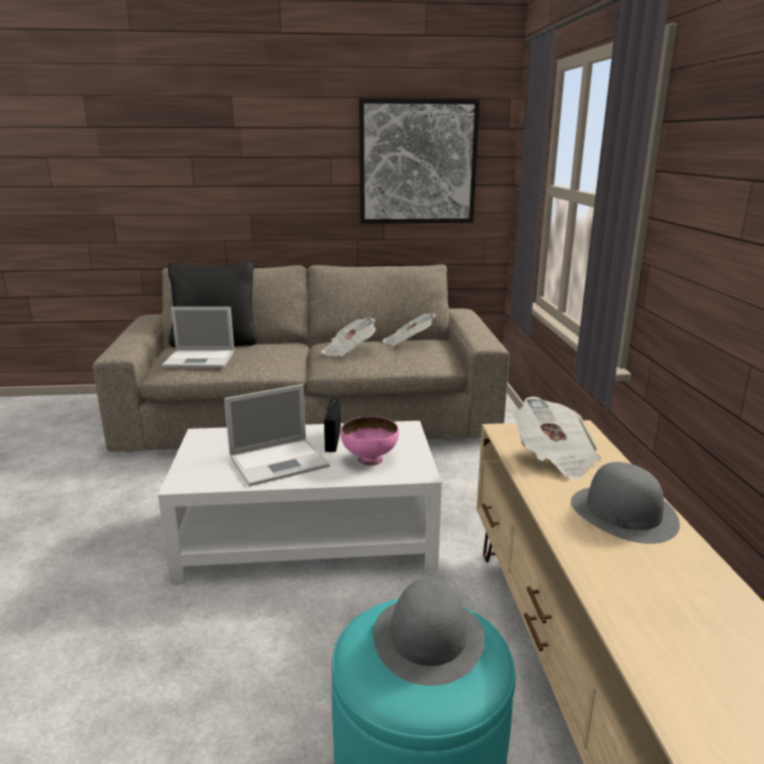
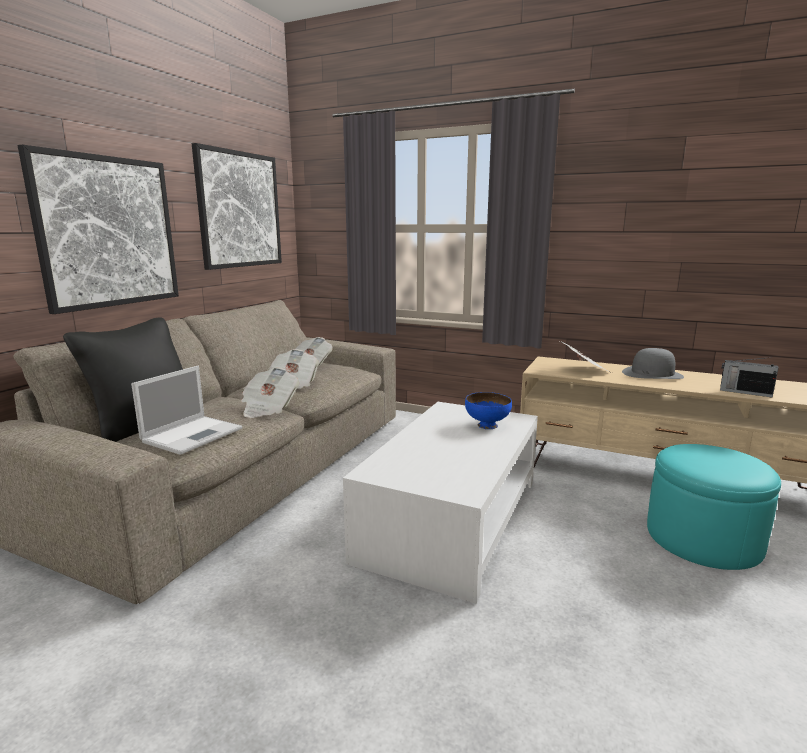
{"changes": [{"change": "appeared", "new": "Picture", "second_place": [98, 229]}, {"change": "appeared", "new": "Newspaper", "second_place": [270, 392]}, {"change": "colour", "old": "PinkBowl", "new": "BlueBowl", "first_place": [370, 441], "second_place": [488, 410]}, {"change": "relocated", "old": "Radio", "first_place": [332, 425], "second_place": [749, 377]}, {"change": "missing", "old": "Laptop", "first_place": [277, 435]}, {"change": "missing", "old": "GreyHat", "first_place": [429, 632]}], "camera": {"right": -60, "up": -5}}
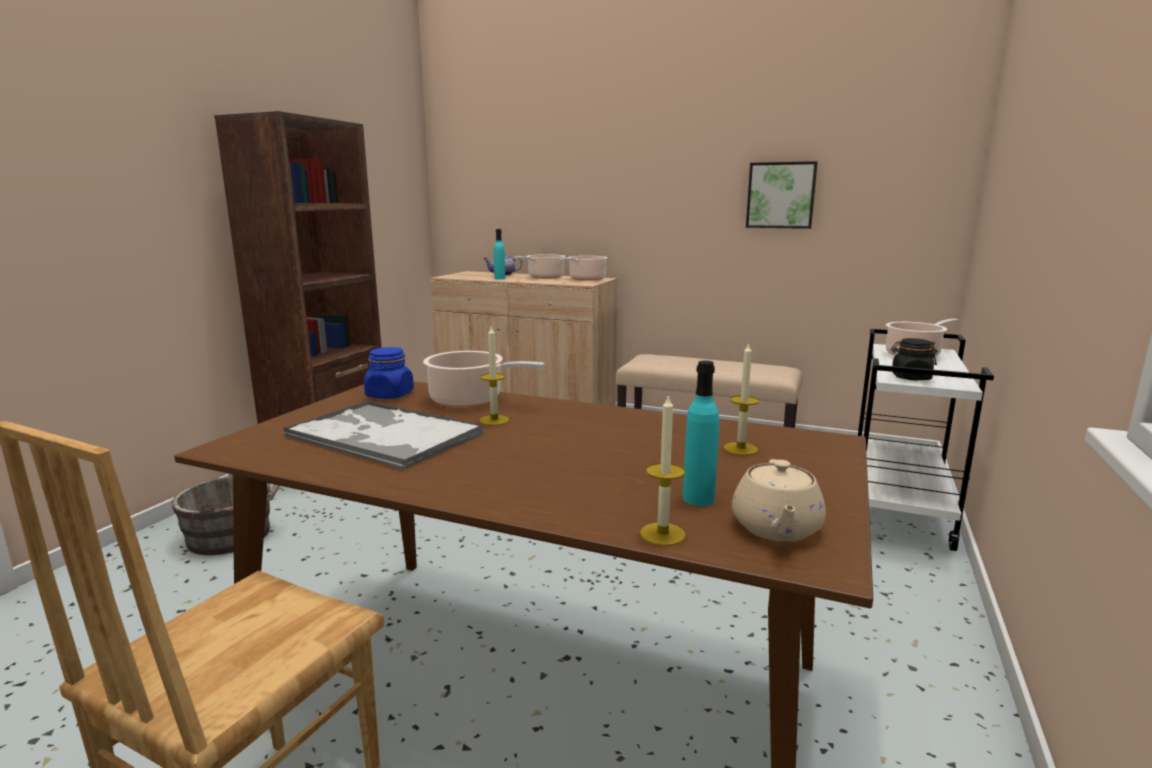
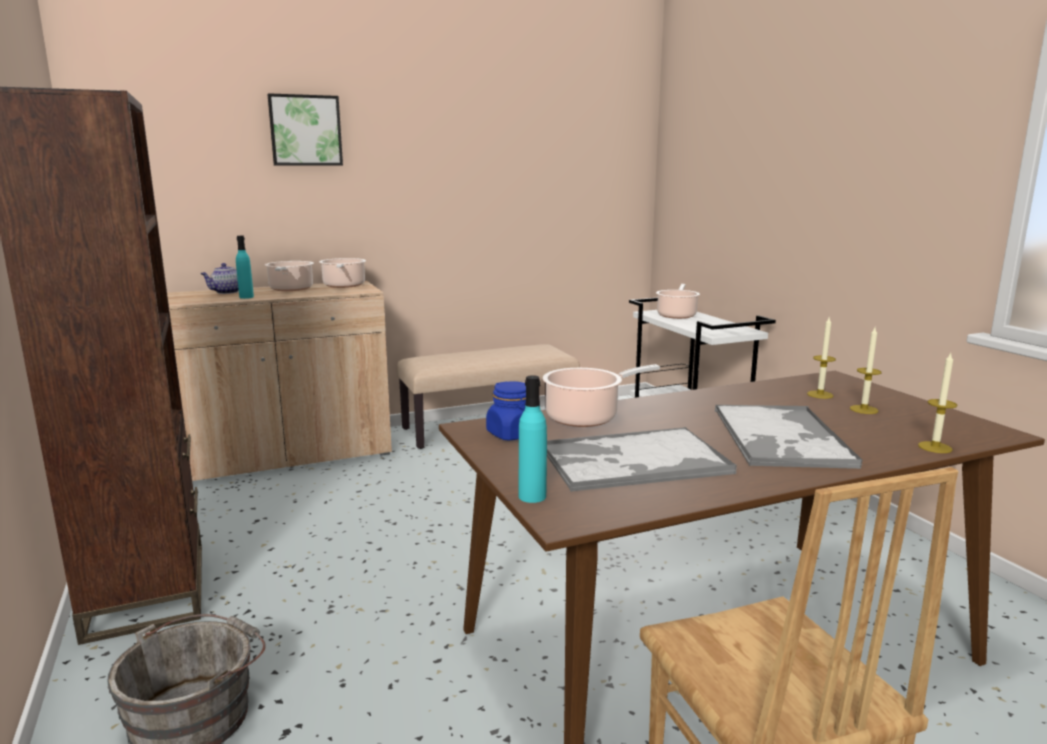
{"changes": [{"change": "relocated", "old": "Picture", "first_place": [782, 195], "second_place": [305, 129]}, {"change": "relocated", "old": "TurquoiseBottle", "first_place": [701, 433], "second_place": [533, 439]}, {"change": "appeared", "new": "Tray", "second_place": [789, 437]}, {"change": "relocated", "old": "Candle", "first_place": [494, 376], "second_place": [866, 371]}, {"change": "missing", "old": "BeigeTeapot", "first_place": [779, 500]}, {"change": "missing", "old": "BlackJar", "first_place": [914, 359]}], "camera": {"right": -45, "up": 0}}
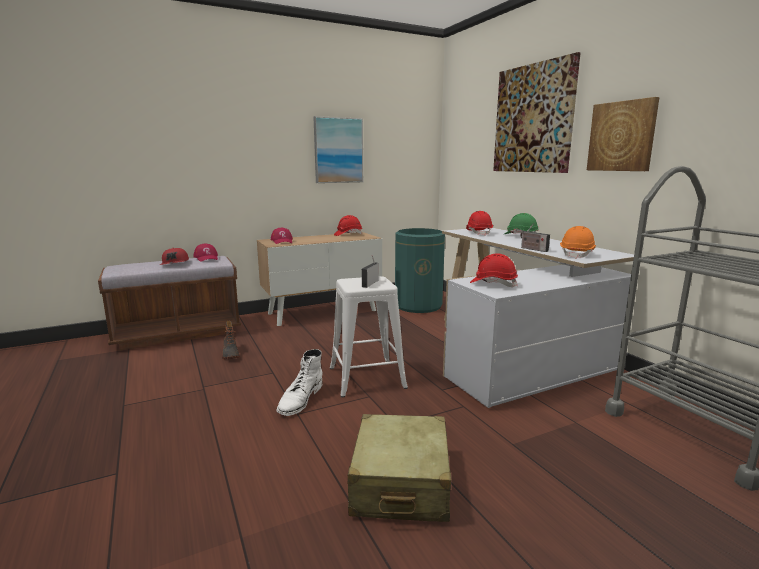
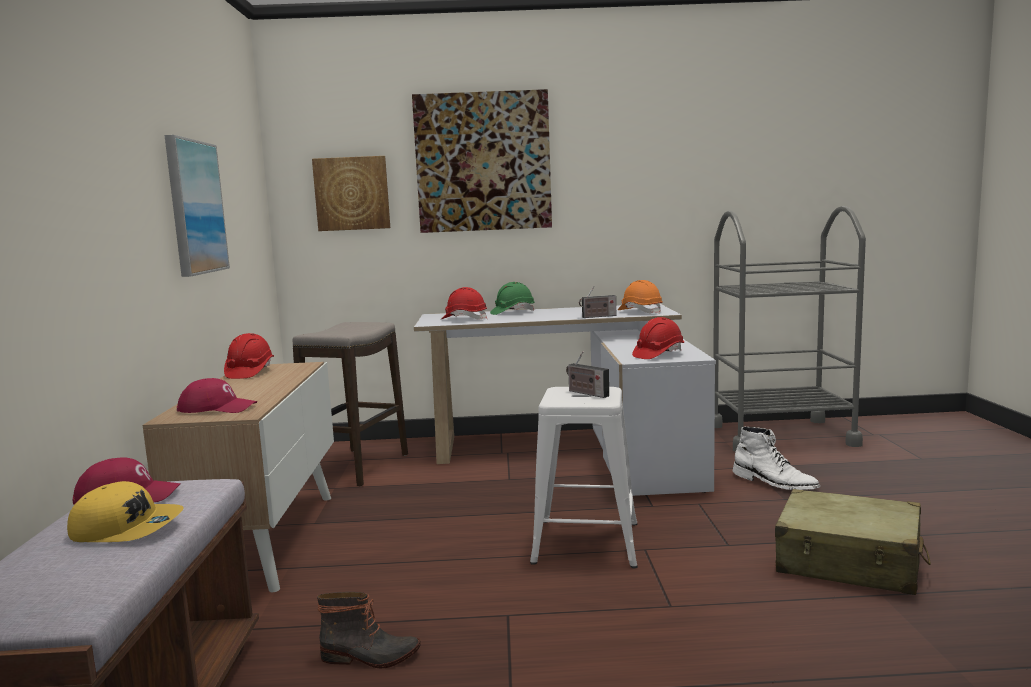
{"changes": [{"change": "colour", "old": "RedCap", "new": "YellowCap", "first_place": [174, 256], "second_place": [125, 511]}, {"change": "exchanged", "old": "GreenTrashCan", "new": "Stool", "first_place": [420, 270], "second_place": [350, 404]}, {"change": "relocated", "old": "Picture", "first_place": [623, 134], "second_place": [351, 193]}, {"change": "relocated", "old": "WhiteBoot", "first_place": [299, 382], "second_place": [776, 458]}], "camera": {"right": -65, "up": -5}}
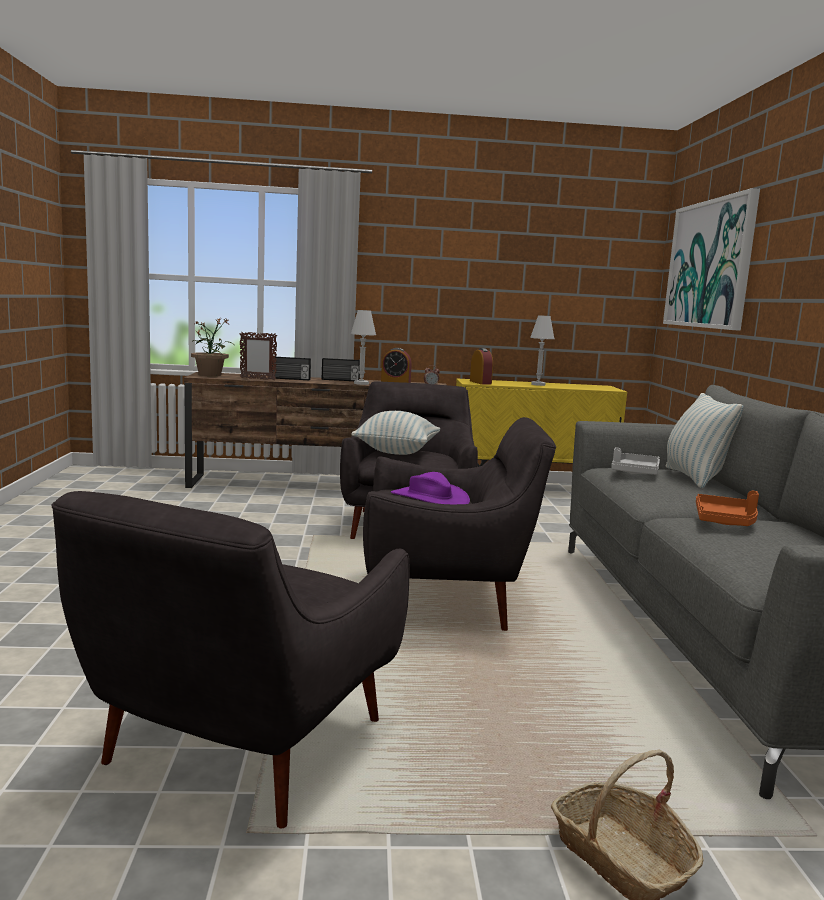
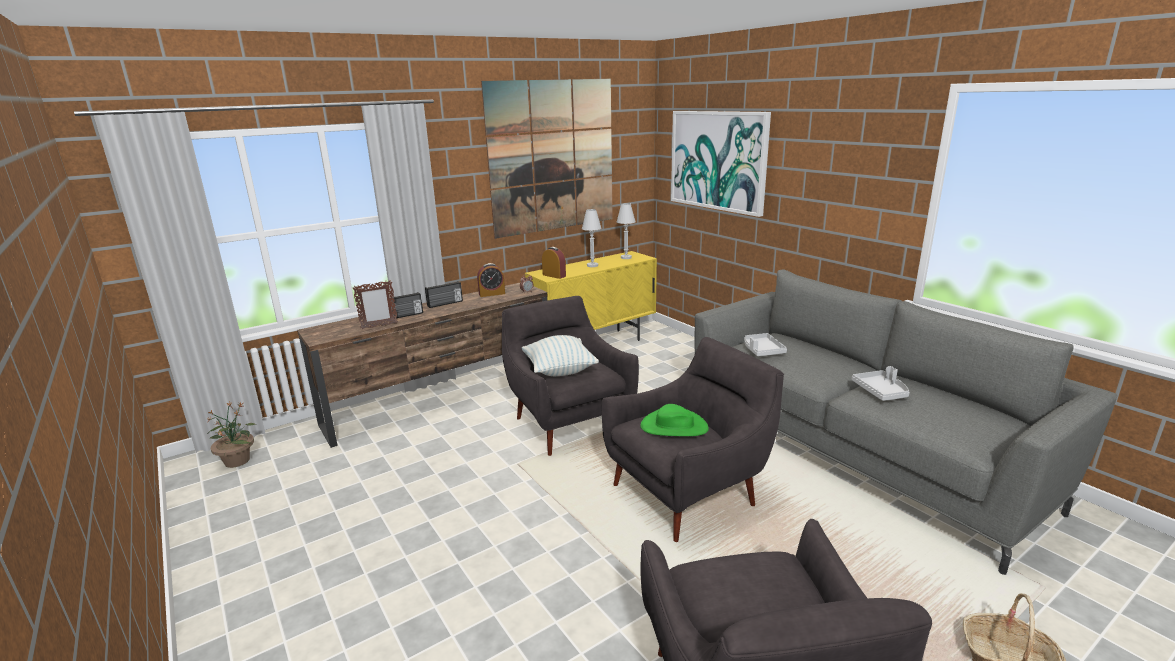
{"changes": [{"change": "relocated", "old": "PottedPlant", "first_place": [213, 347], "second_place": [232, 435]}, {"change": "appeared", "new": "Picture", "second_place": [547, 159]}, {"change": "relocated", "old": "WhiteTableLamp", "first_place": [363, 347], "second_place": [626, 231]}, {"change": "colour", "old": "PurpleHat", "new": "GreenHat", "first_place": [430, 488], "second_place": [674, 420]}, {"change": "colour", "old": "OrangeTray", "new": "GreyTray", "first_place": [727, 508], "second_place": [881, 383]}, {"change": "missing", "old": "Pillow", "first_place": [704, 441]}], "camera": {"right": -30, "up": 10}}
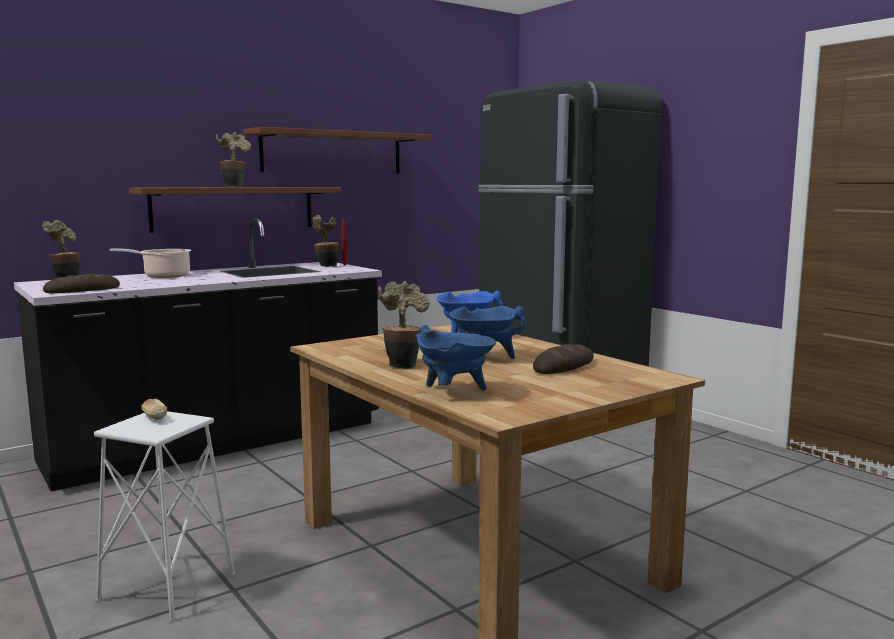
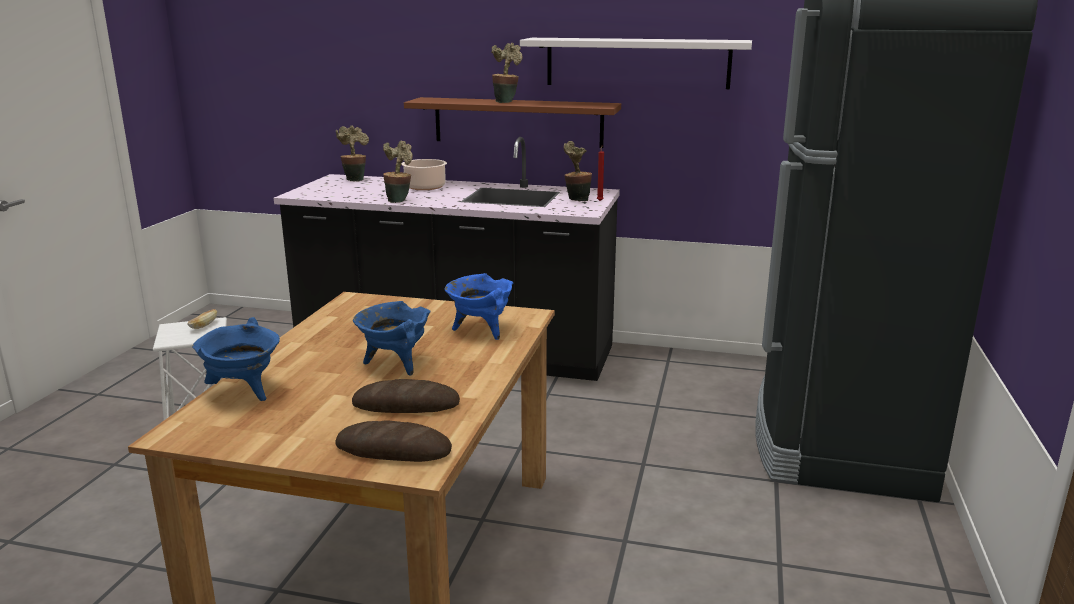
{"changes": [{"change": "relocated", "old": "Bread", "first_place": [81, 283], "second_place": [393, 441]}, {"change": "relocated", "old": "PottedPlant", "first_place": [404, 325], "second_place": [398, 172]}, {"change": "colour", "old": "BrownShelf", "new": "WhiteShelf", "first_place": [337, 150], "second_place": [636, 63]}], "camera": {"right": 50, "up": 10}}
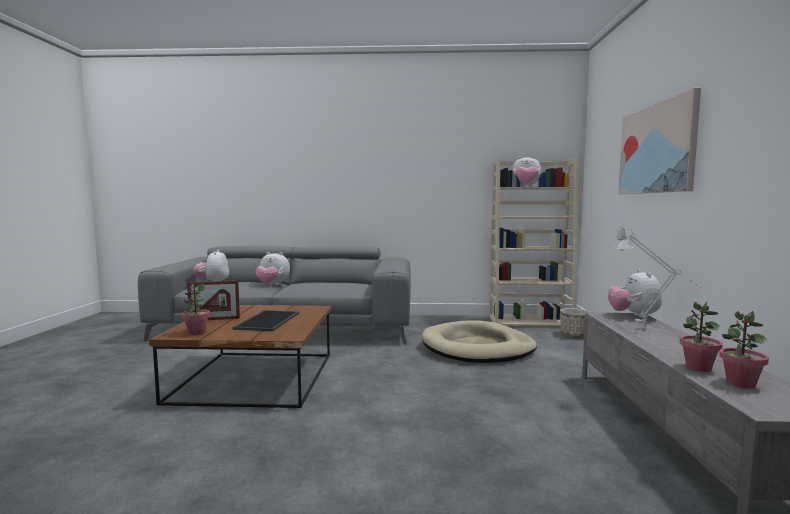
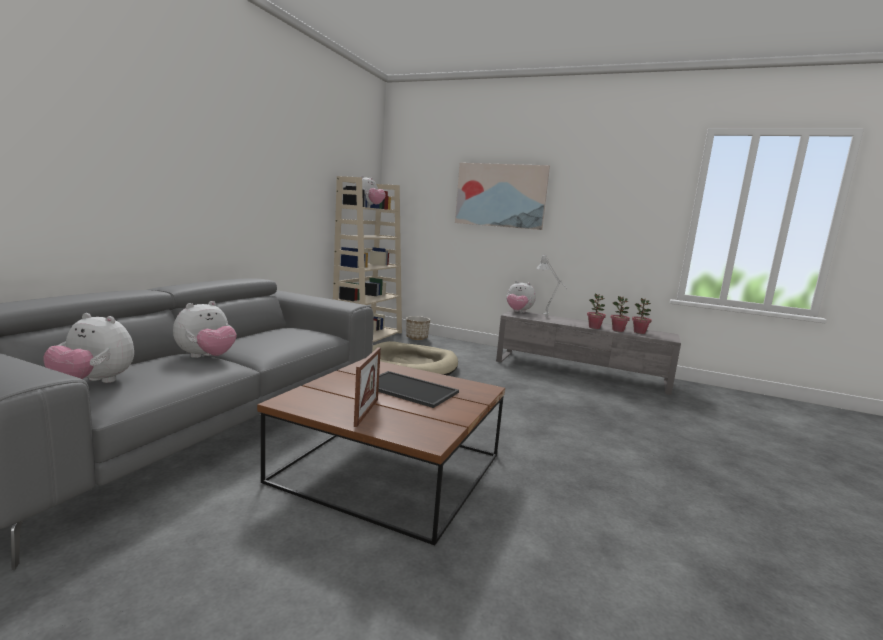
{"changes": [{"change": "relocated", "old": "PottedPlant", "first_place": [195, 309], "second_place": [596, 311]}], "camera": {"right": -70, "up": 5}}
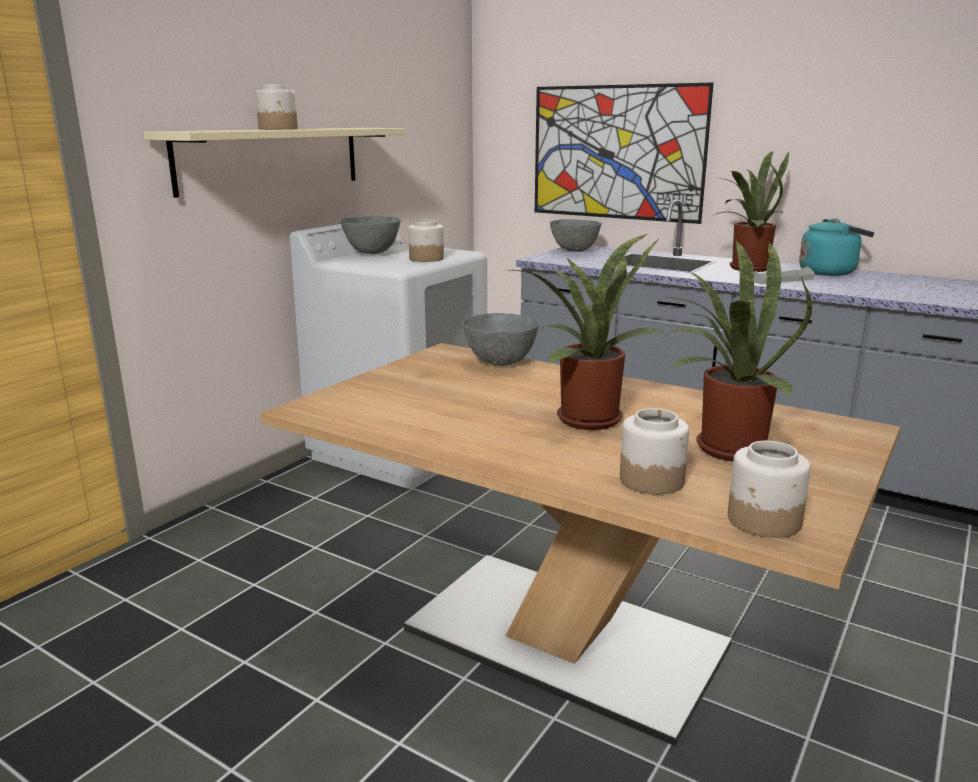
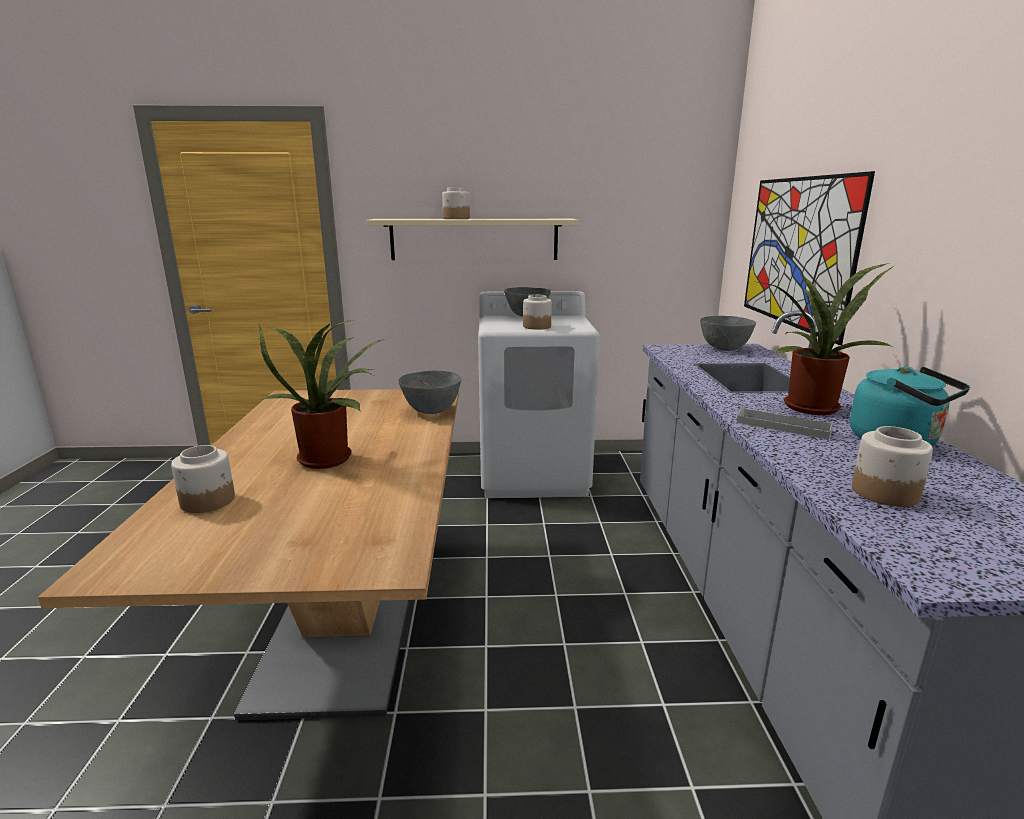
{"changes": [{"change": "relocated", "old": "Jar", "first_place": [769, 489], "second_place": [892, 466]}, {"change": "missing", "old": "PottedPlant", "first_place": [737, 350]}], "camera": {"right": 55, "up": 0}}
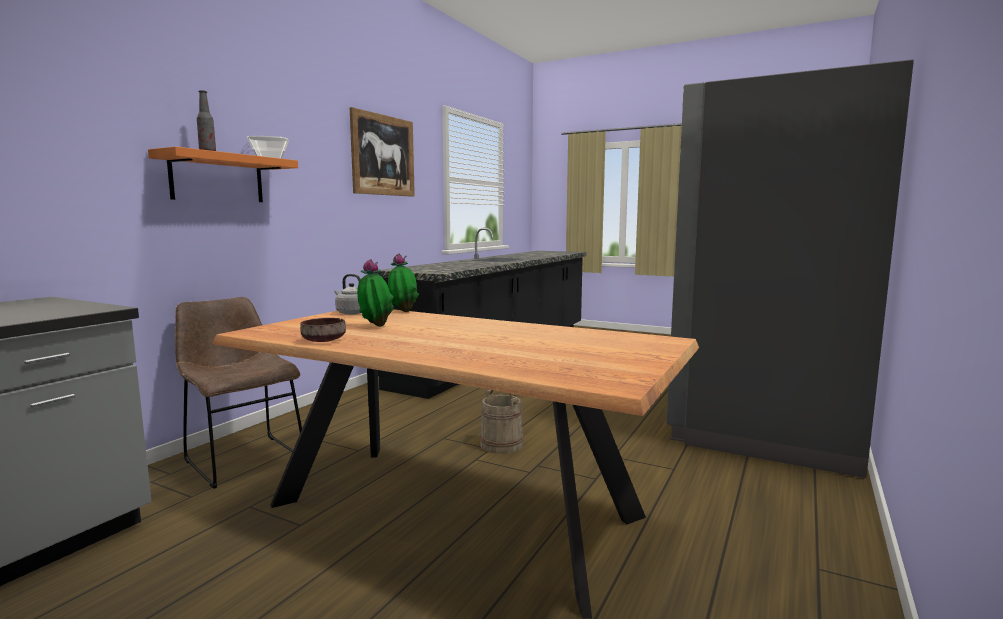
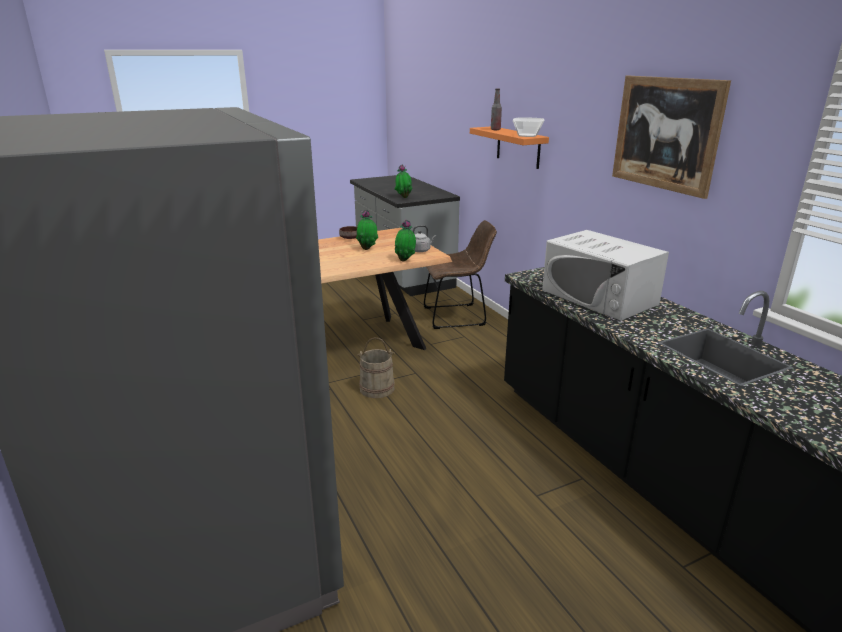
{"changes": [{"change": "appeared", "new": "PottedPlant", "second_place": [404, 181]}, {"change": "appeared", "new": "WhiteMicrowave", "second_place": [605, 275]}], "camera": {"right": 125, "up": 15}}
